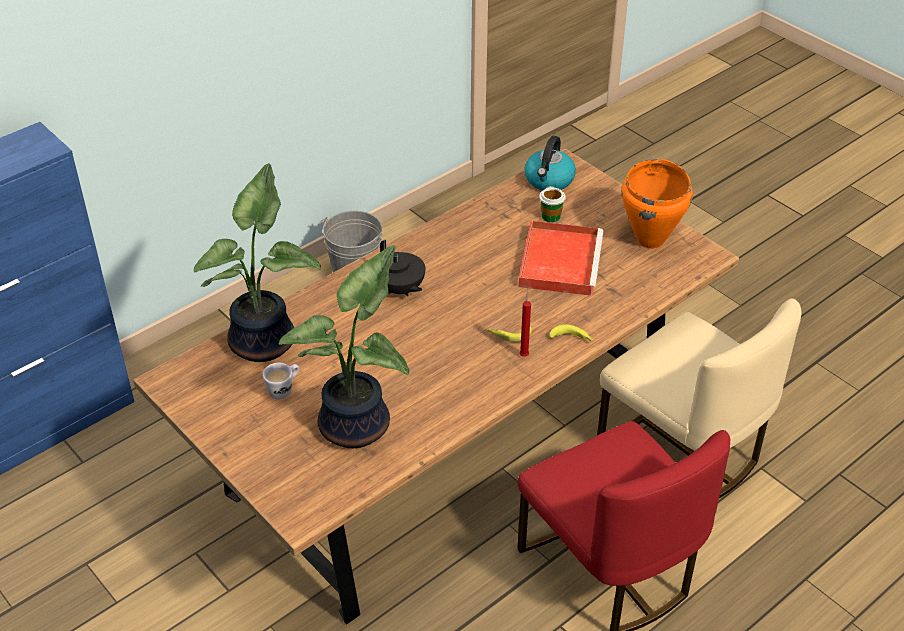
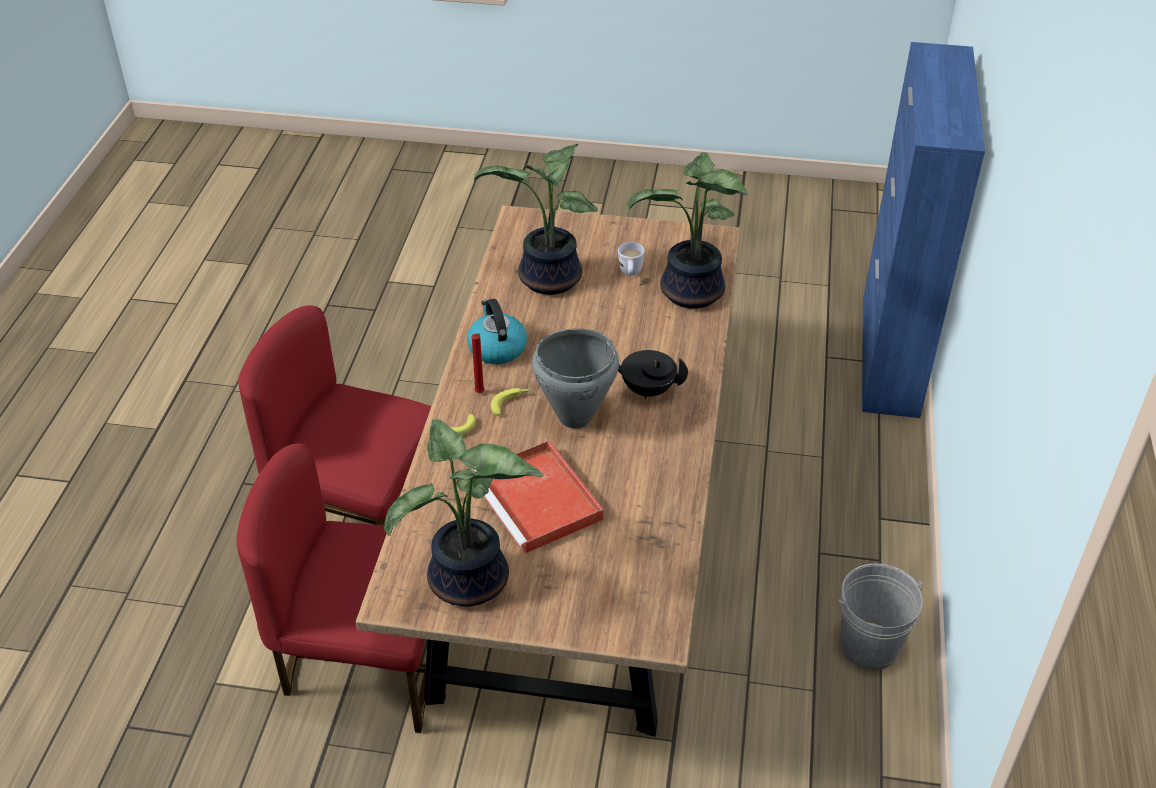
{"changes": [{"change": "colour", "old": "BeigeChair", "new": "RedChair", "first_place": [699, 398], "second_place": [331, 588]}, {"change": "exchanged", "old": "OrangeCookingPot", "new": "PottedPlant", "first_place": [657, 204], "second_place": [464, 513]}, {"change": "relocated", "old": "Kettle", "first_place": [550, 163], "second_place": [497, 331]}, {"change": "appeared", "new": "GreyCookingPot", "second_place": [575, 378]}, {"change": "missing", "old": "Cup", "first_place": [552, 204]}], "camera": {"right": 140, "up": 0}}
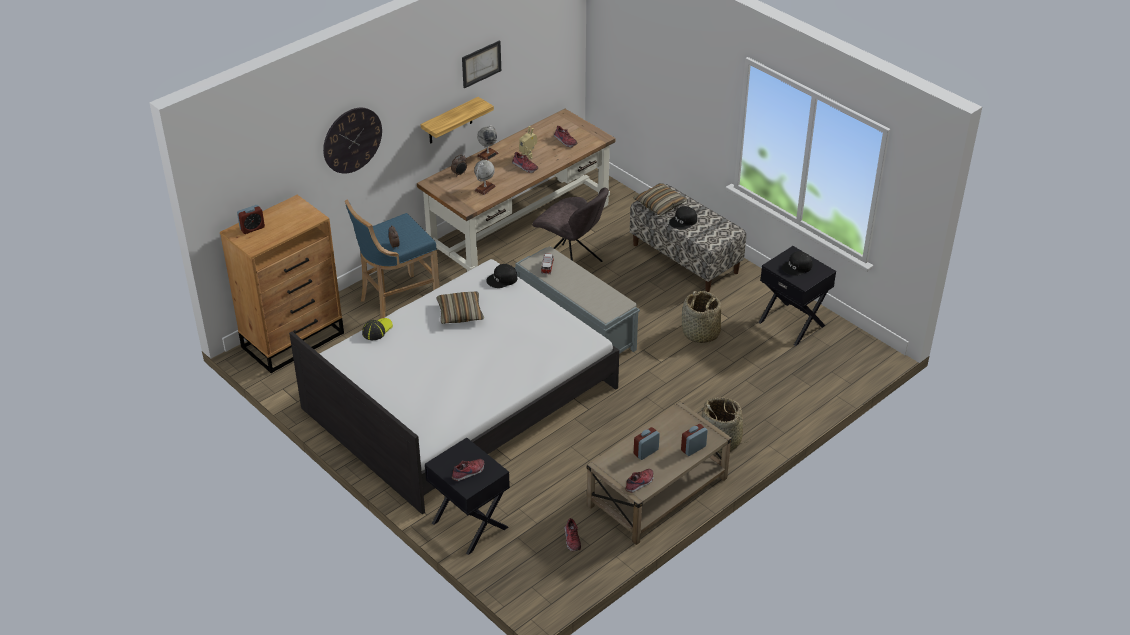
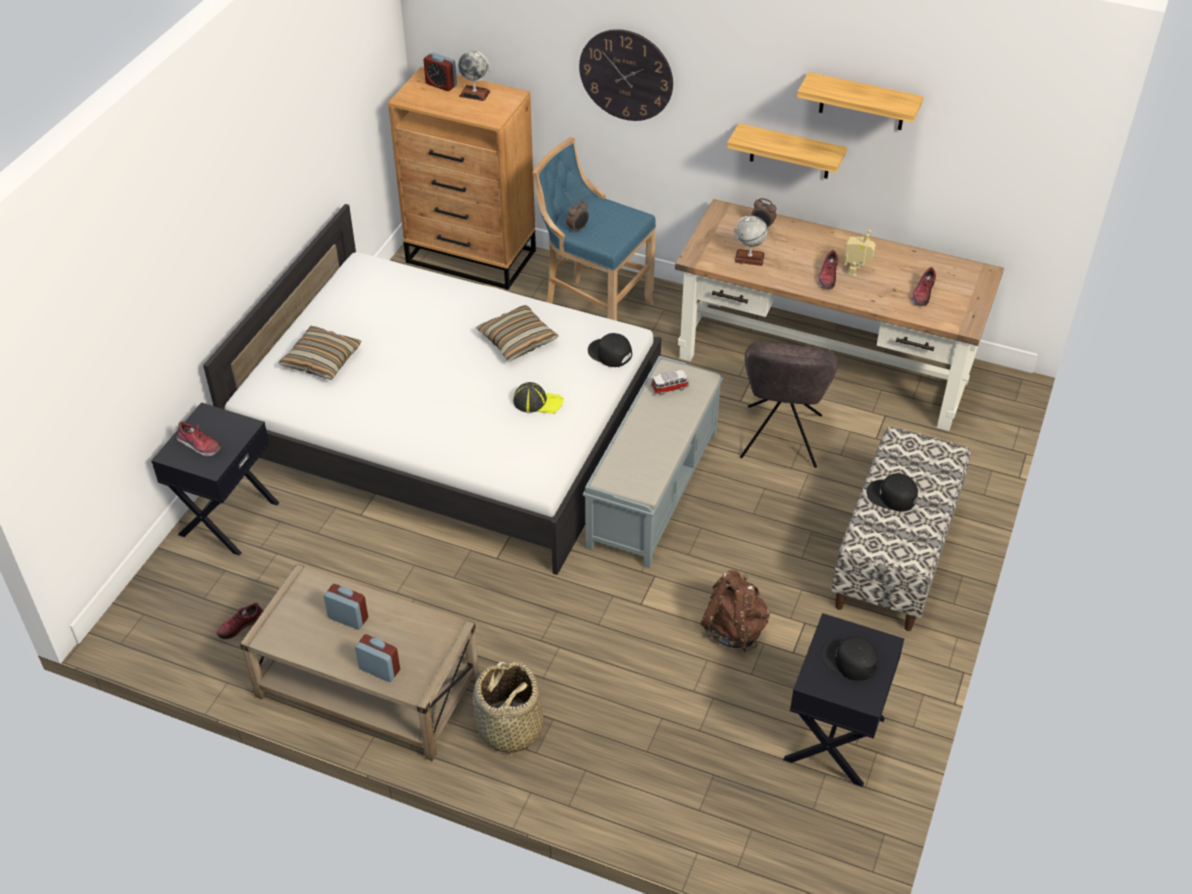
{"changes": [{"change": "relocated", "old": "Pillow", "first_place": [660, 199], "second_place": [320, 353]}, {"change": "relocated", "old": "Globe", "first_place": [488, 142], "second_place": [474, 75]}, {"change": "relocated", "old": "Cap", "first_place": [377, 329], "second_place": [538, 398]}, {"change": "exchanged", "old": "Basket", "new": "BrownBackpack", "first_place": [701, 317], "second_place": [735, 611]}, {"change": "exchanged", "old": "Picture", "new": "Shelf", "first_place": [481, 64], "second_place": [860, 101]}, {"change": "missing", "old": "Shoe", "first_place": [639, 481]}], "camera": {"right": 65, "up": 5}}
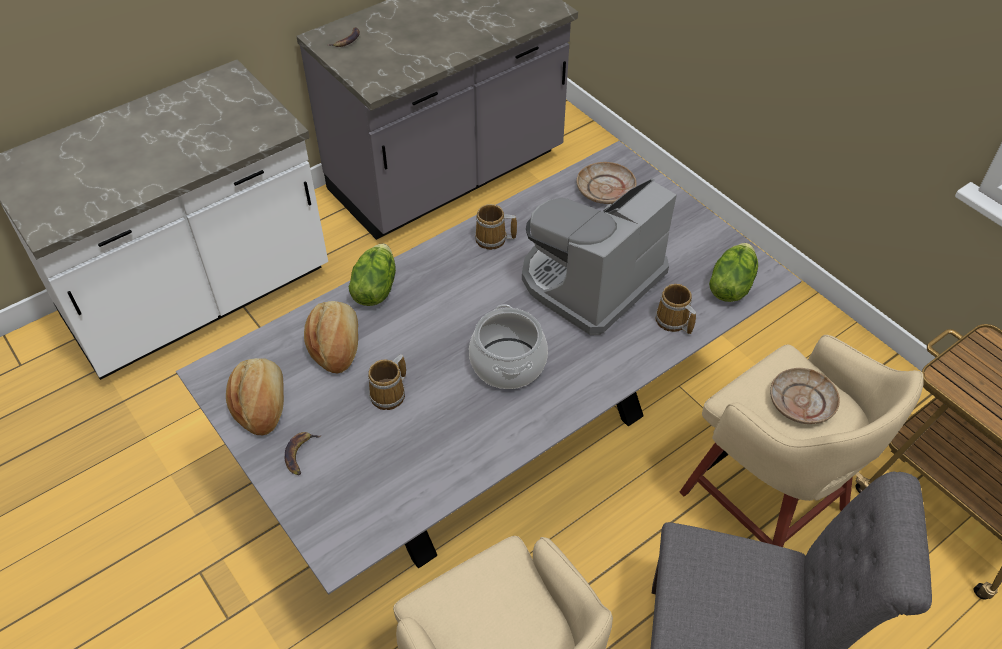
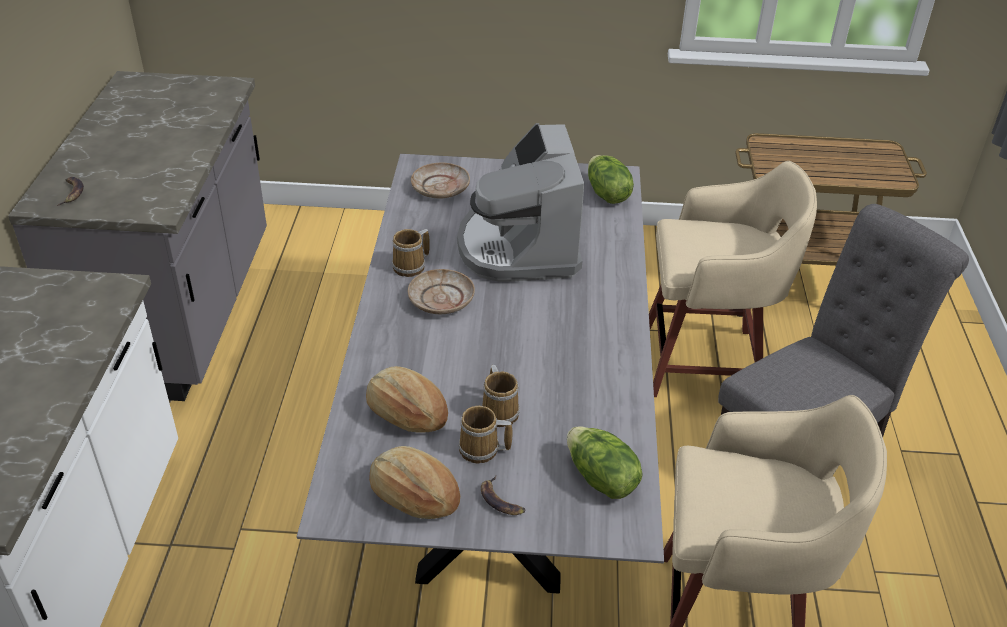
{"changes": [{"change": "relocated", "old": "BeigePlate", "first_place": [805, 396], "second_place": [441, 291]}, {"change": "relocated", "old": "Mug", "first_place": [676, 309], "second_place": [485, 434]}, {"change": "relocated", "old": "Lettuce", "first_place": [372, 275], "second_place": [605, 462]}, {"change": "missing", "old": "CookingPot", "first_place": [508, 346]}], "camera": {"right": -50, "up": -10}}
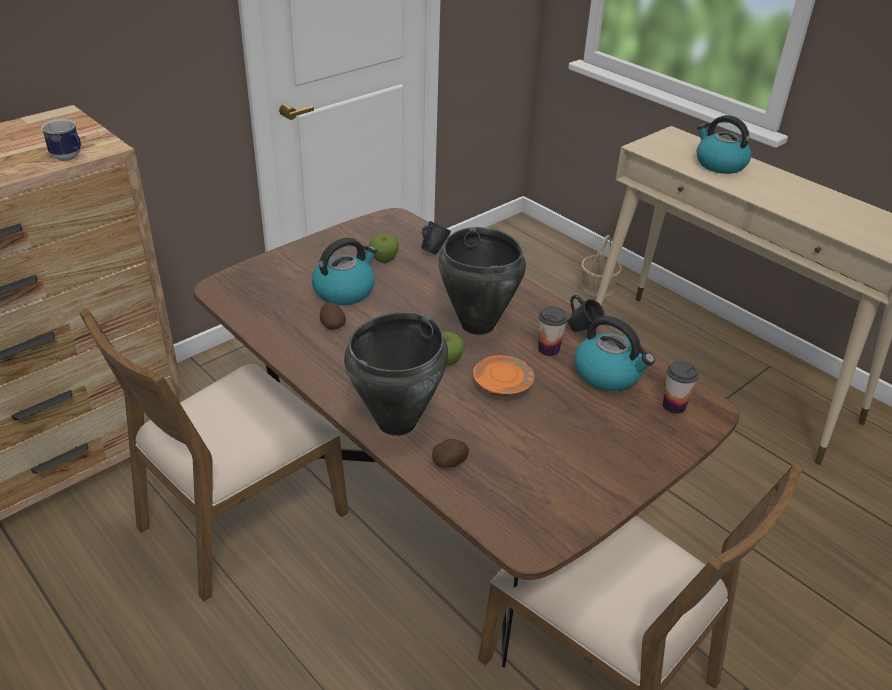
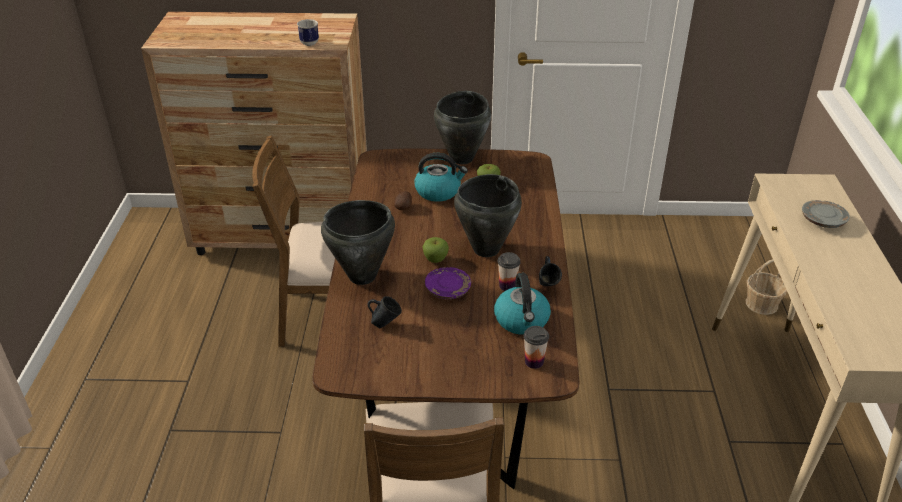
{"changes": [{"change": "relocated", "old": "BlueMug", "first_place": [436, 238], "second_place": [384, 312]}, {"change": "colour", "old": "OrangePlate", "new": "PurplePlate", "first_place": [503, 376], "second_place": [448, 283]}, {"change": "appeared", "new": "BlackCookingPot", "second_place": [462, 127]}, {"change": "exchanged", "old": "Kettle", "new": "GreyPlate", "first_place": [724, 144], "second_place": [826, 214]}, {"change": "missing", "old": "Potato", "first_place": [450, 453]}], "camera": {"right": 45, "up": 0}}
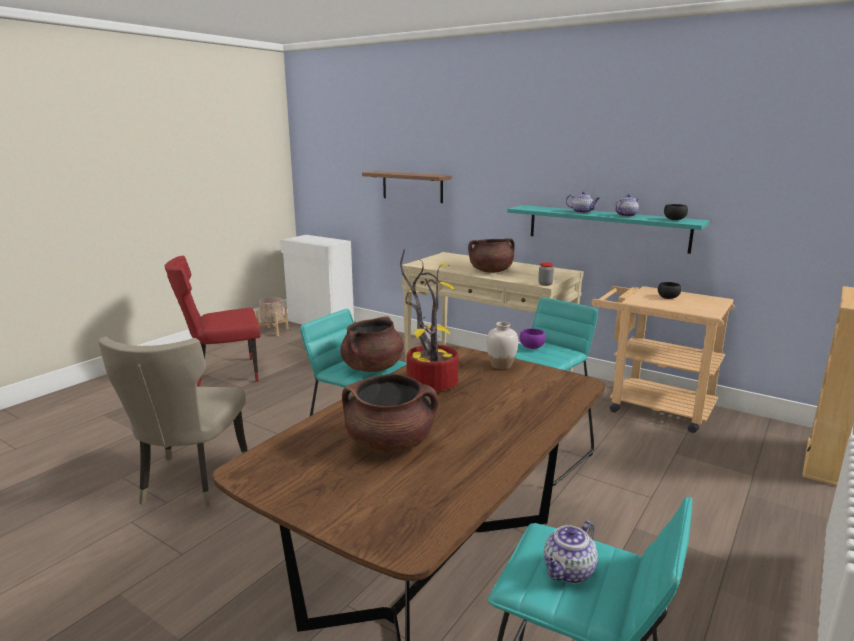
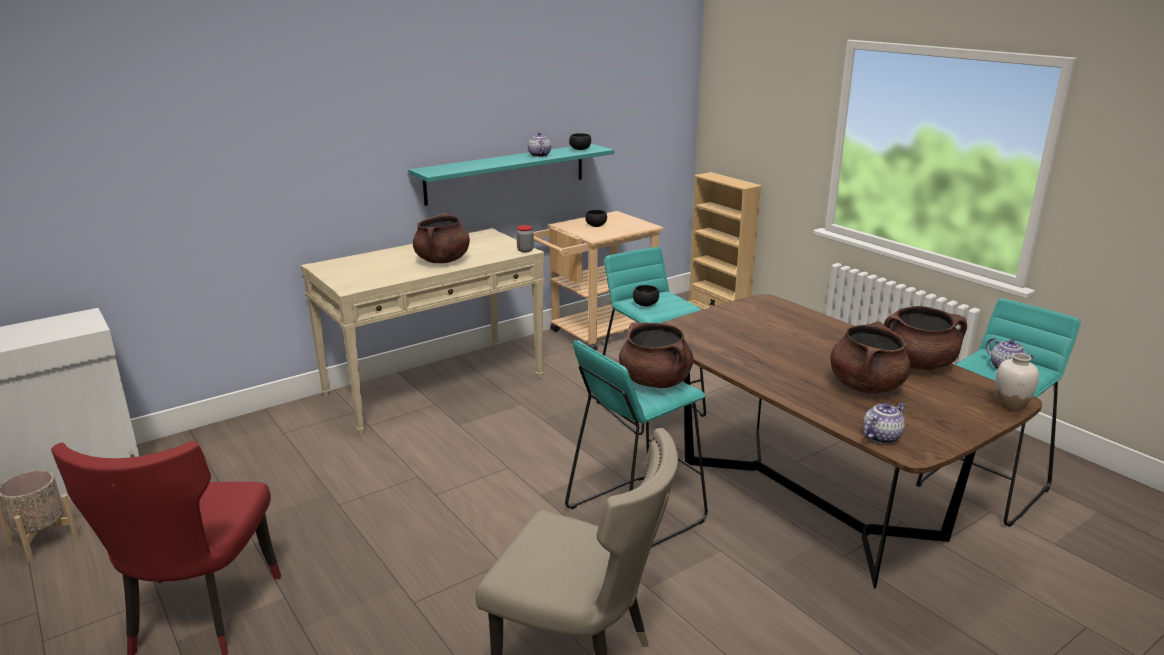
{"changes": [{"change": "colour", "old": "PurpleBowl", "new": "BlackBowl", "first_place": [532, 338], "second_place": [646, 295]}, {"change": "relocated", "old": "Teapot", "first_place": [583, 202], "second_place": [884, 423]}, {"change": "appeared", "new": "BrownCookingPot", "second_place": [925, 338]}, {"change": "relocated", "old": "WhiteVase", "first_place": [502, 346], "second_place": [1017, 382]}, {"change": "missing", "old": "Shelf", "first_place": [407, 187]}, {"change": "missing", "old": "PottedPlant", "first_place": [429, 320]}], "camera": {"right": -70, "up": 5}}
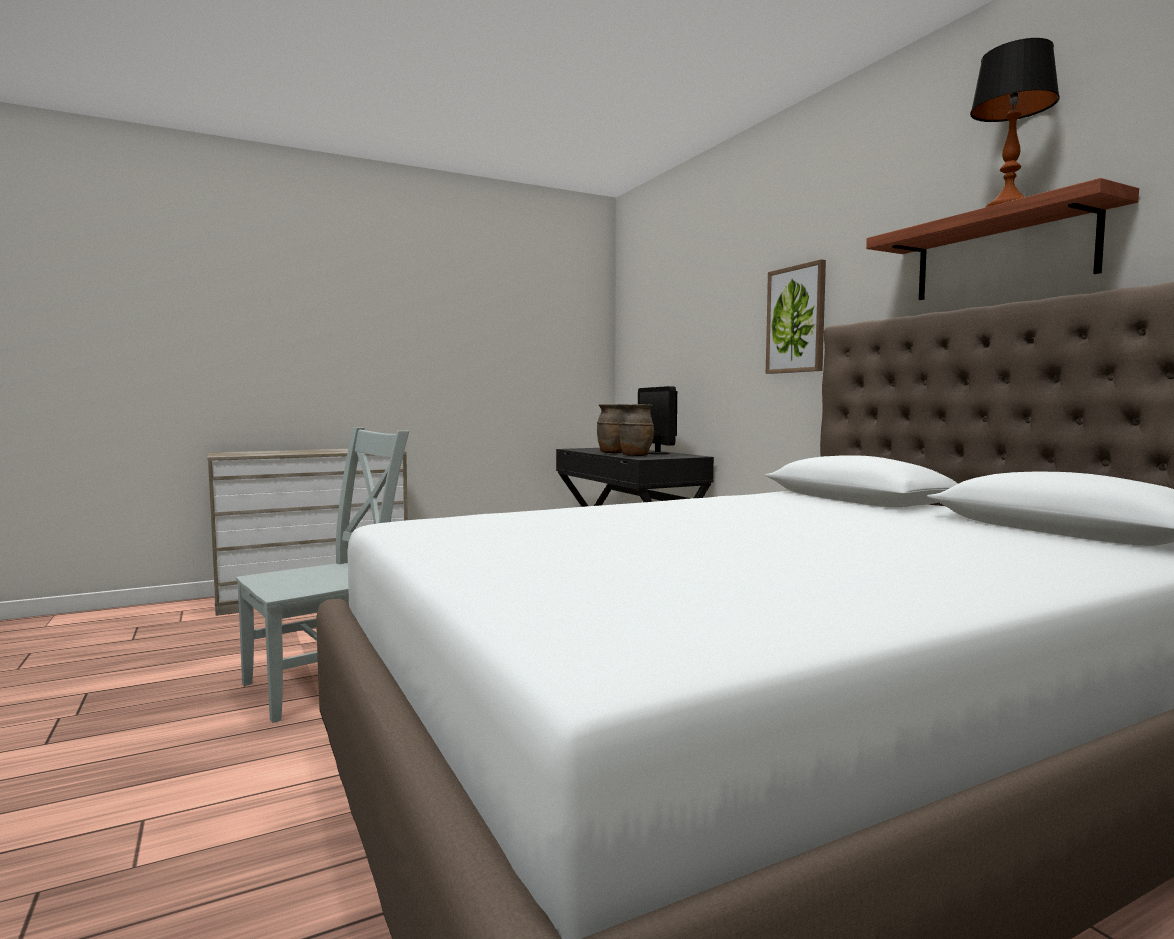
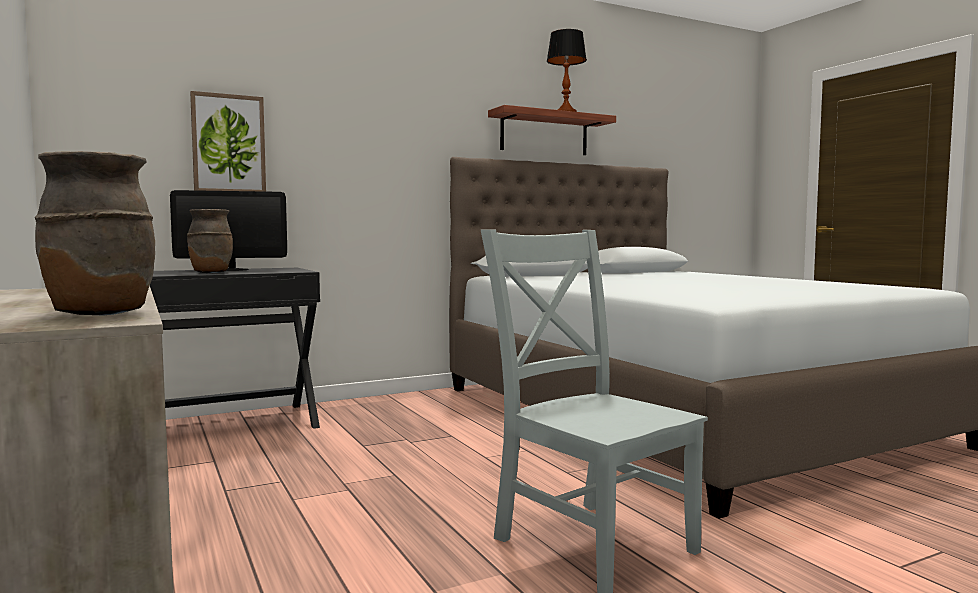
{"changes": [{"change": "relocated", "old": "BrownVase", "first_place": [636, 430], "second_place": [95, 233]}, {"change": "relocated", "old": "Picture", "first_place": [796, 316], "second_place": [228, 141]}], "camera": {"right": -90, "up": 0}}
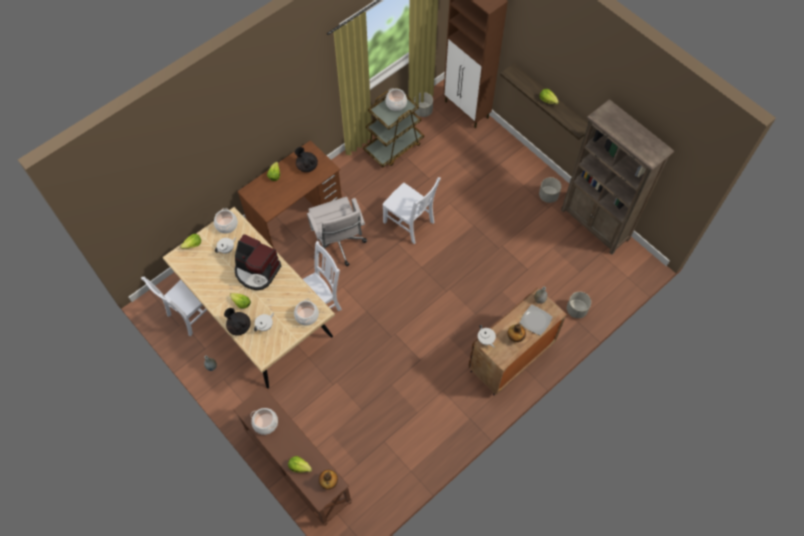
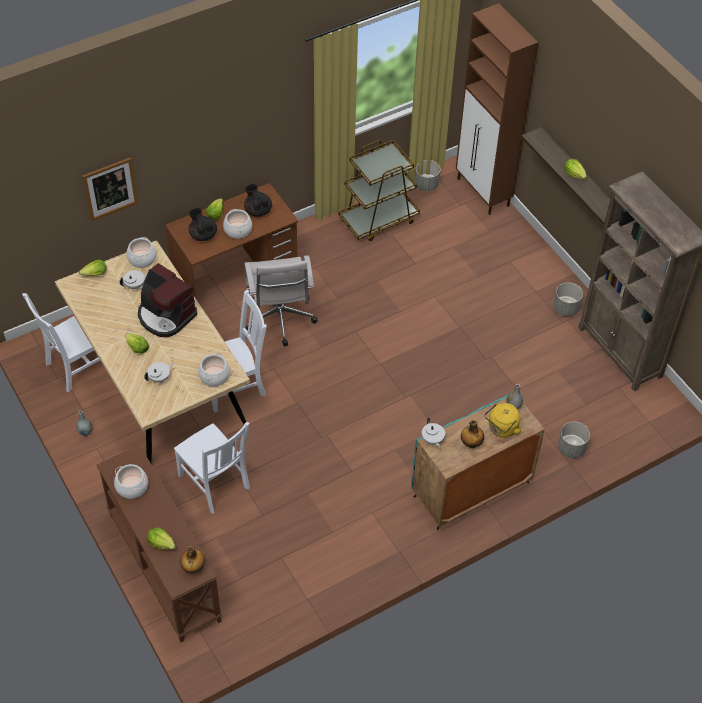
{"changes": [{"change": "appeared", "new": "Picture", "second_place": [110, 189]}, {"change": "relocated", "old": "WhiteChair", "first_place": [411, 210], "second_place": [212, 468]}, {"change": "relocated", "old": "BlackTeapot", "first_place": [237, 321], "second_place": [203, 224]}, {"change": "relocated", "old": "CookingPot", "first_place": [396, 99], "second_place": [237, 224]}, {"change": "colour", "old": "BrownCabinet", "new": "TurquoiseCabinet", "first_place": [518, 341], "second_place": [478, 462]}, {"change": "exchanged", "old": "Plate", "new": "YellowKettle", "first_place": [536, 320], "second_place": [503, 420]}], "camera": {"right": 10, "up": -10}}
